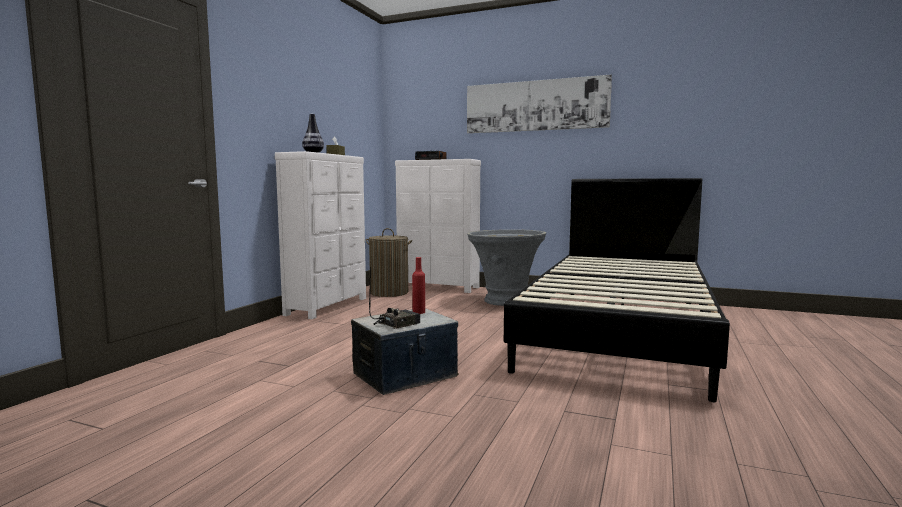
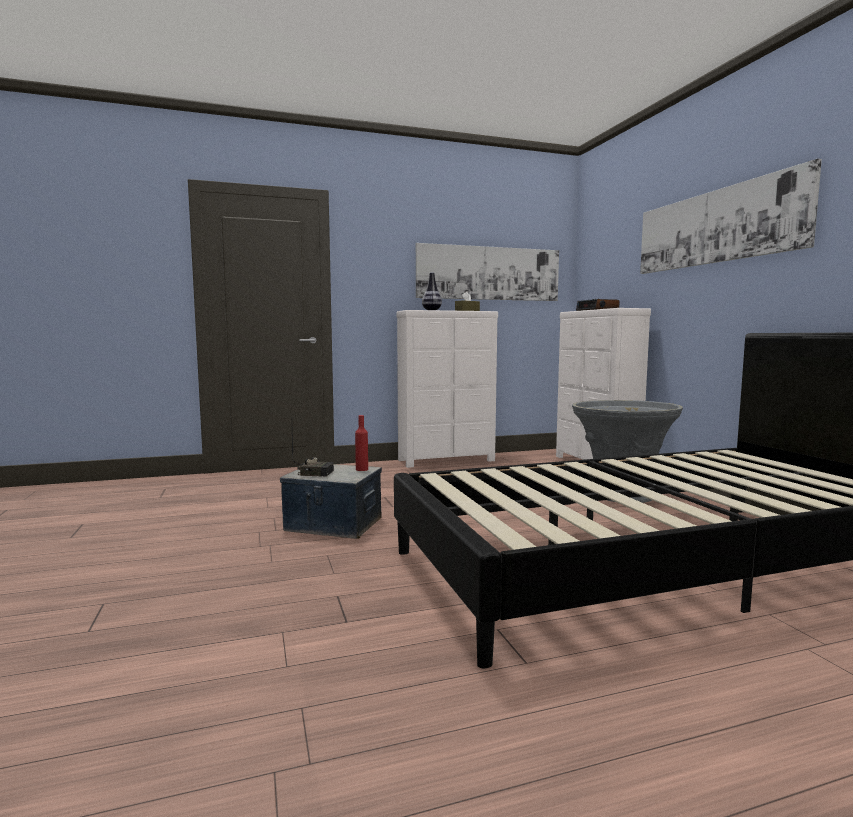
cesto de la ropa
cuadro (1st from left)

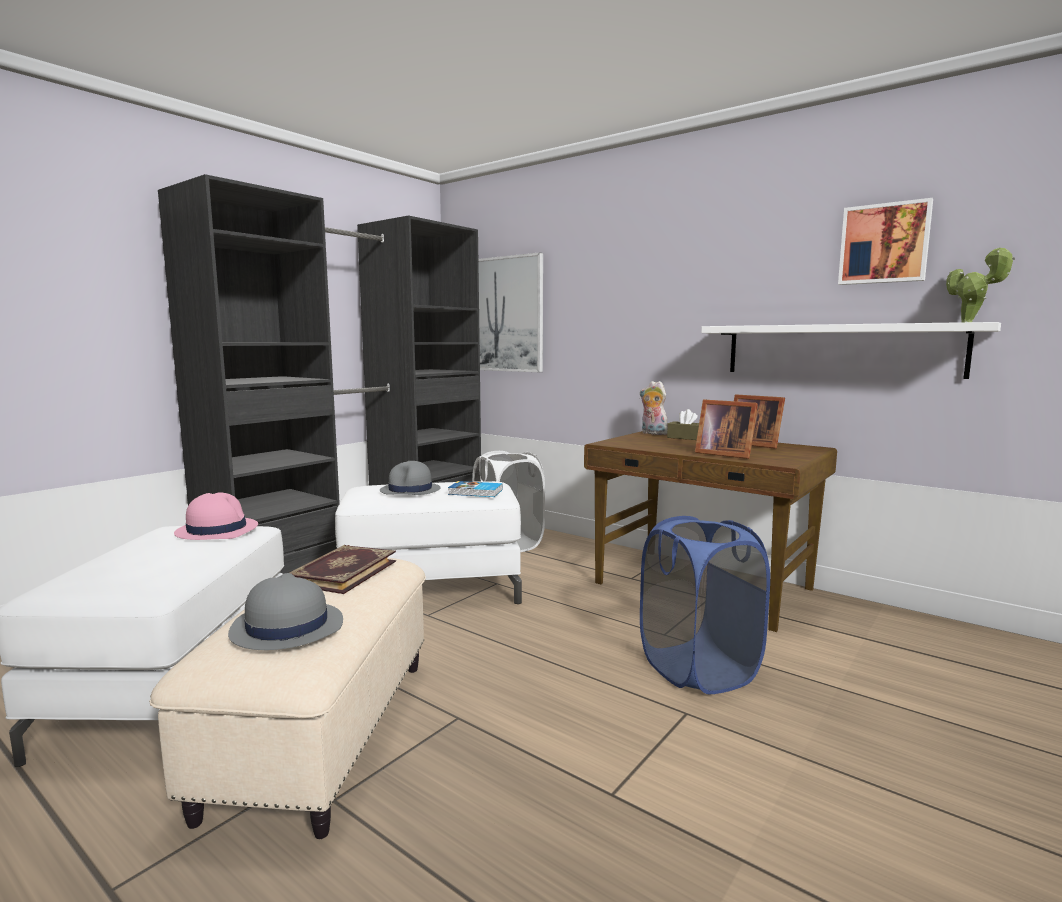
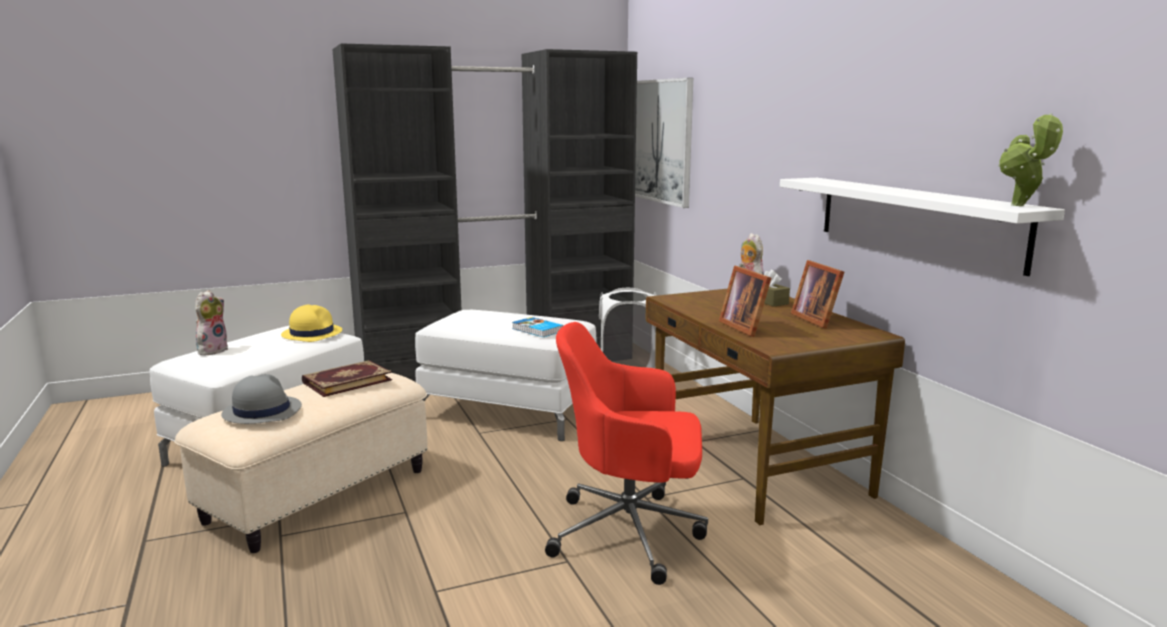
sombrero [amarillo]
sombrero [gris] (2nd from left in the first image)
silla de oficina [rojo]
cuadro (2nd from left in the first image)
peluche (1st from left)

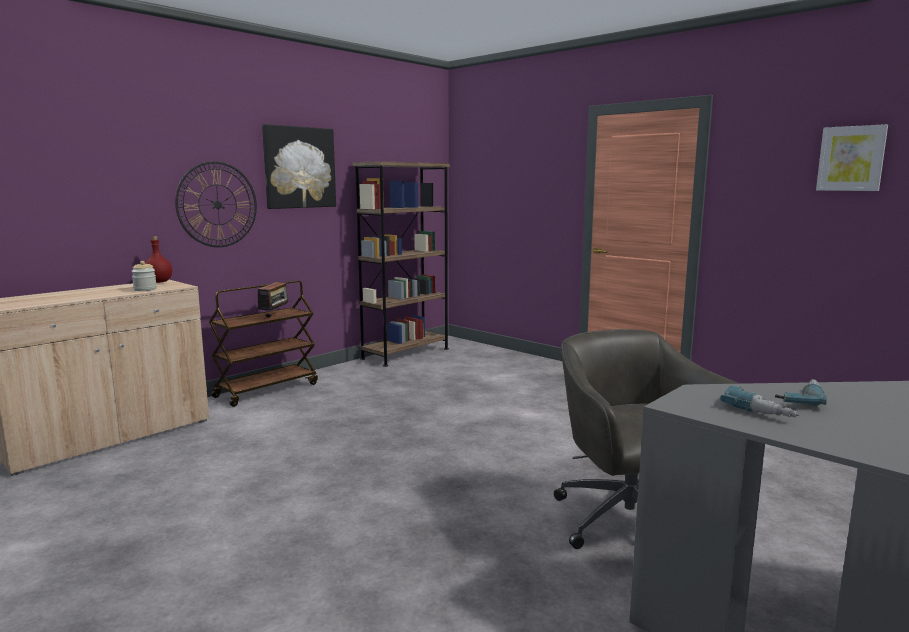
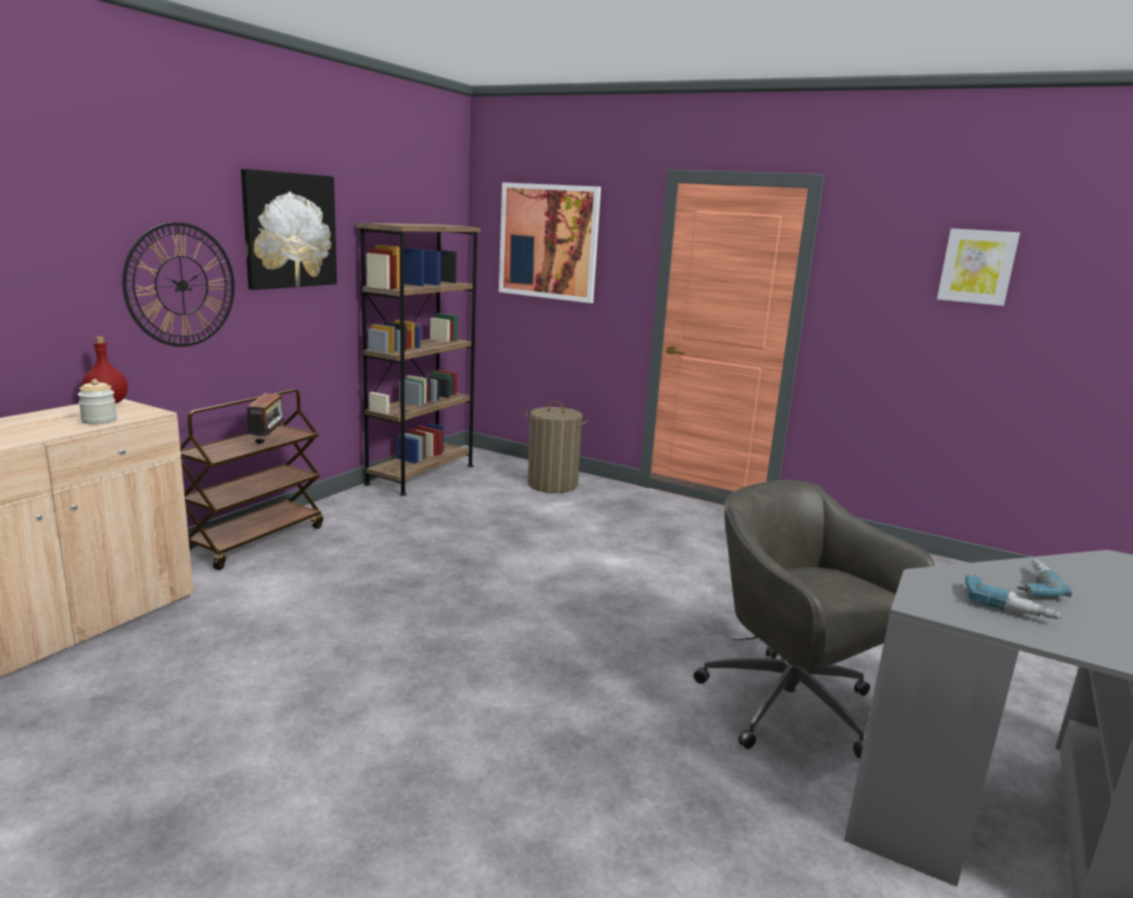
cuadro (2nd from left)
cesto de la ropa

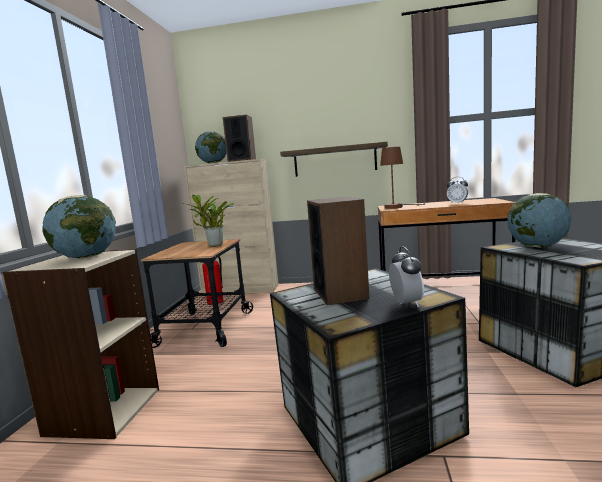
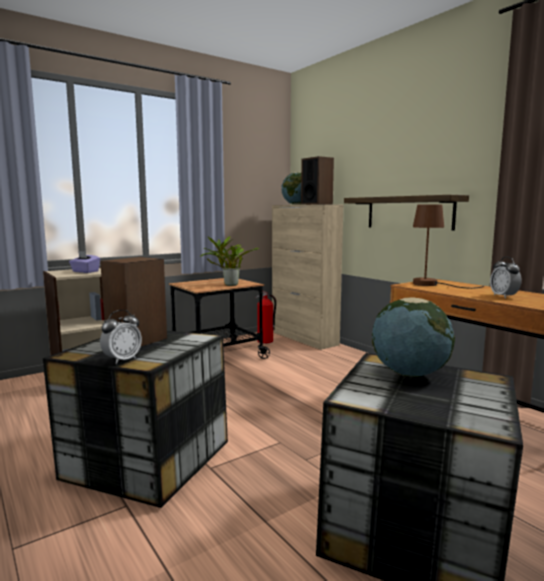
caja de pañuelos [morado]

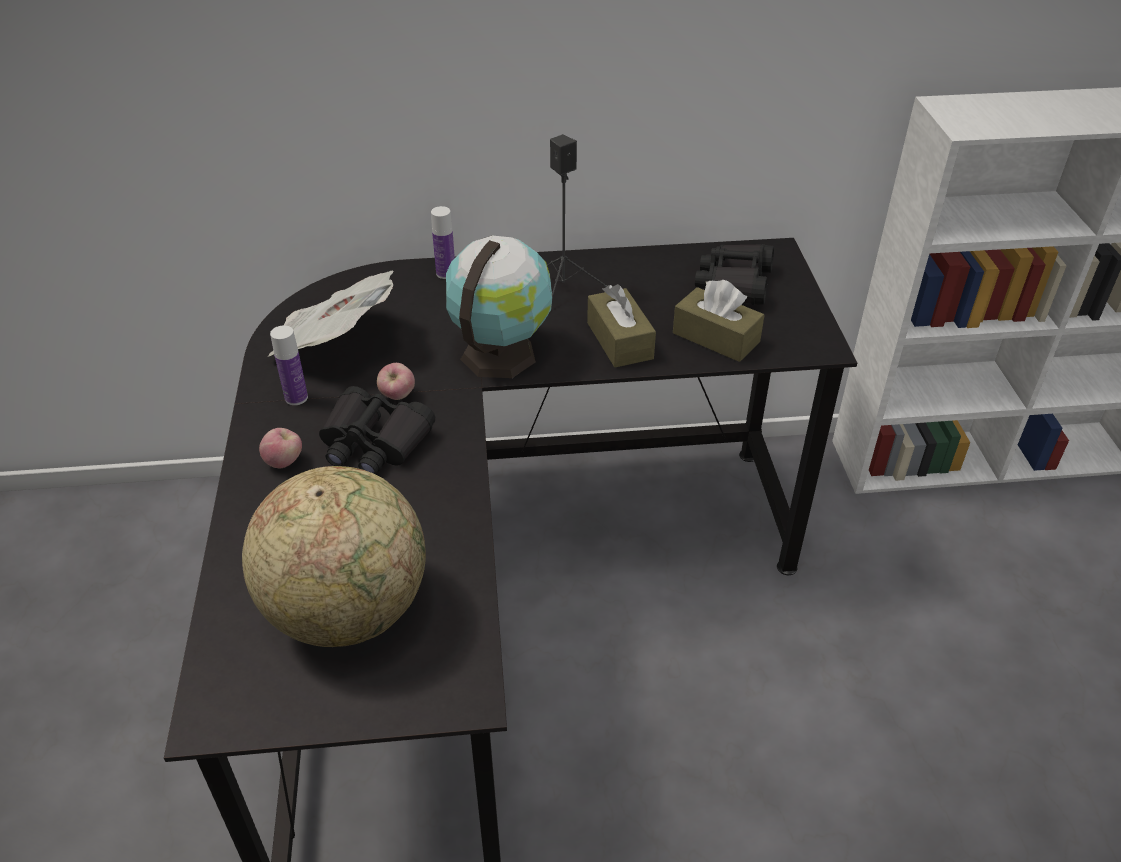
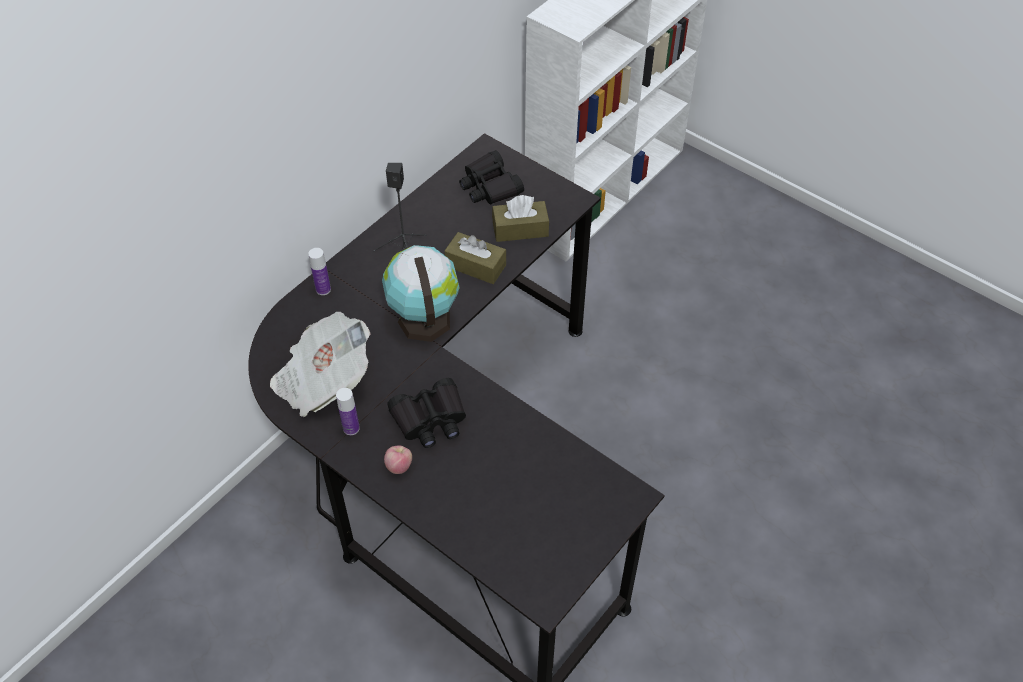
globo terráqueo (1st from left in the first image)
manzana (2nd from left in the first image)

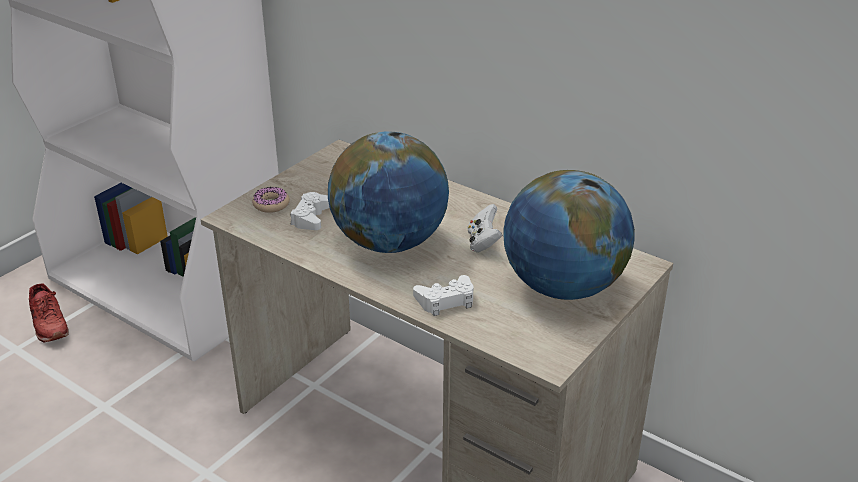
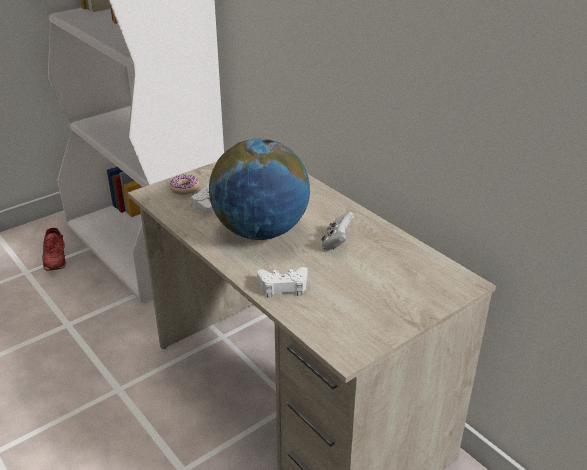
globo terráqueo (2nd from left in the first image)

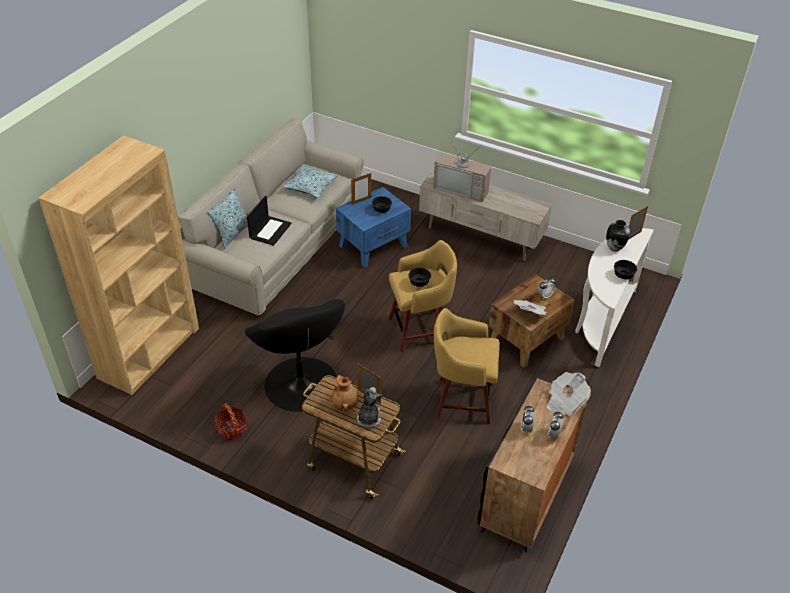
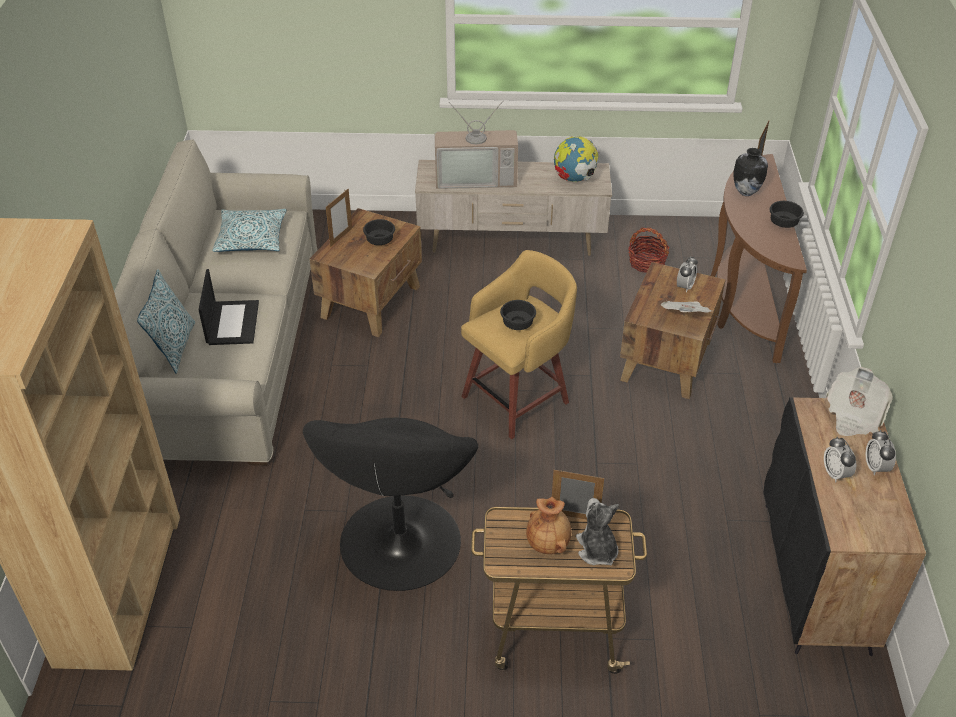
cesta
sillón [negro]
mesa auxiliar [marrón] (1st from left)
taburete [amarillo] (2nd from left in the first image)
mesa consola [marrón]
globo terráqueo

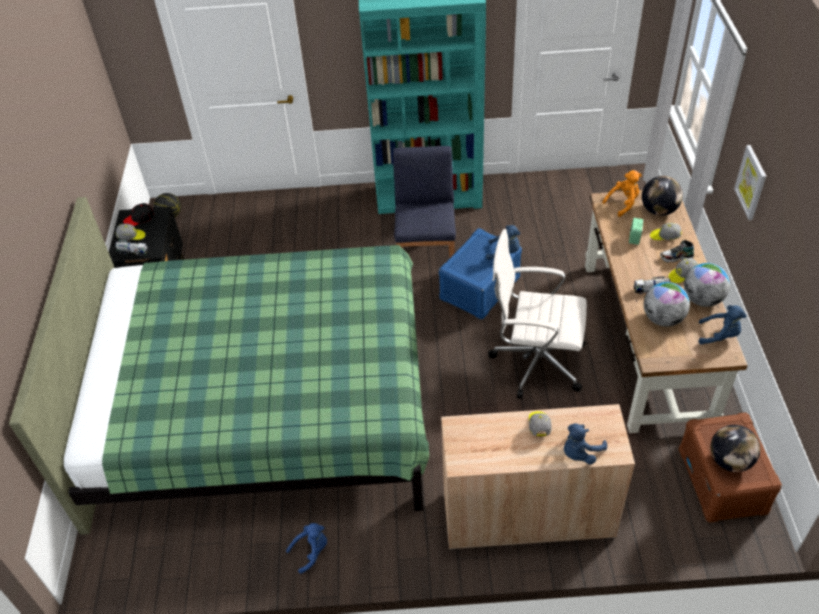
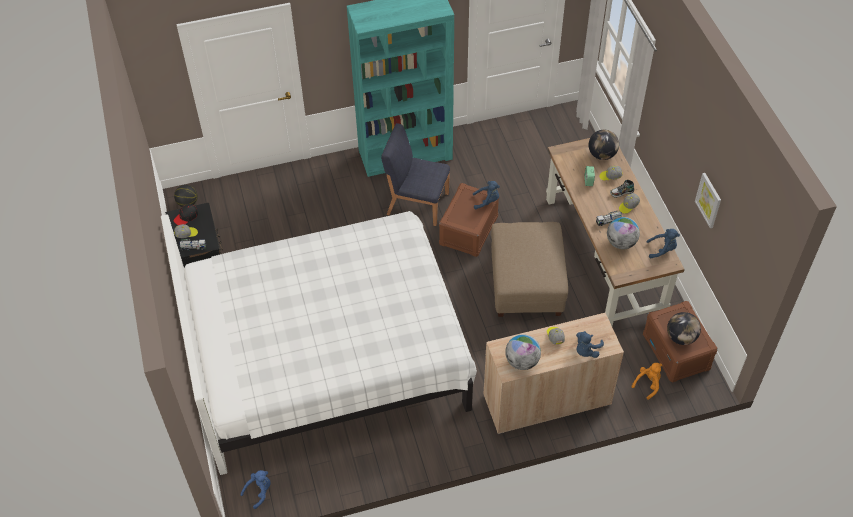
cama [blanco]
peluche [azul] (1st from left)
silla [azul]
caja de almacenaje [marrón] (1st from left)
puf [beis]
peluche [naranja]
globo terráqueo (1st from left)
cuadro

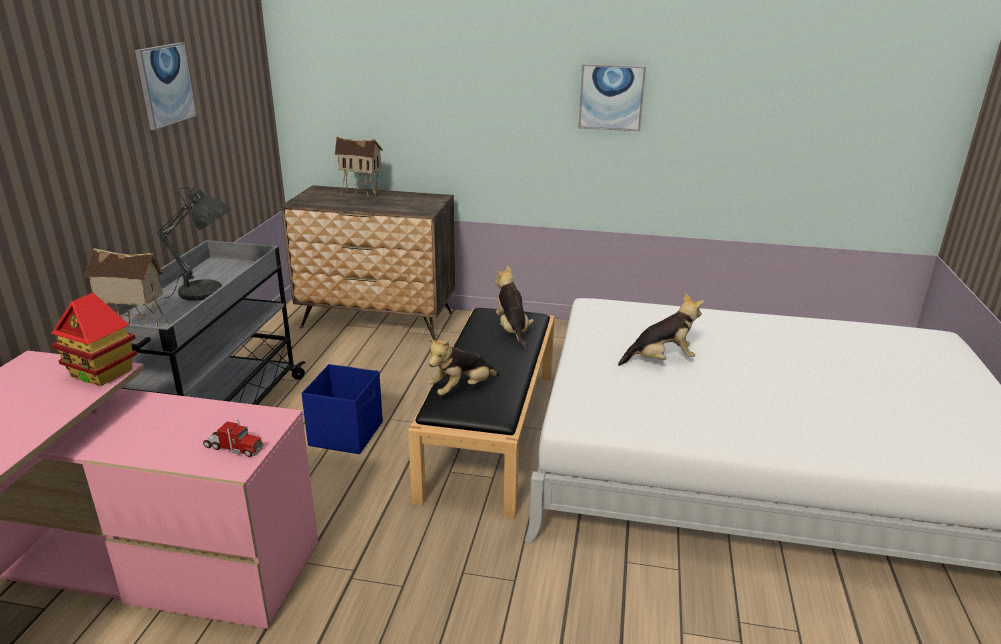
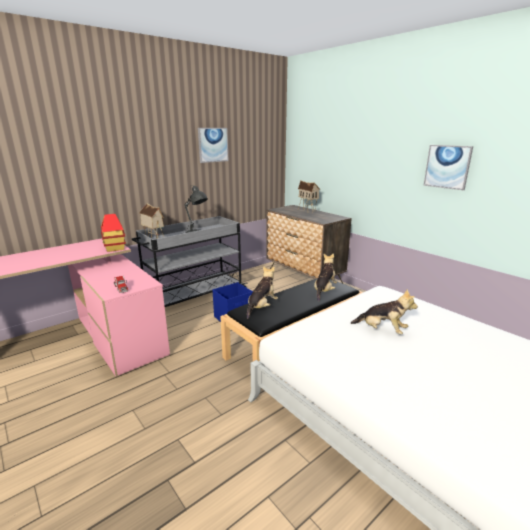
peluche (1st from left)

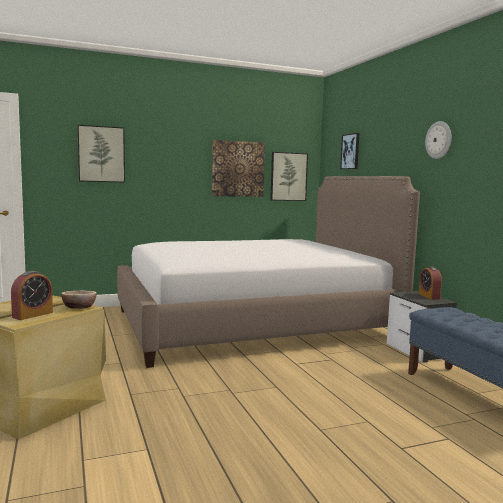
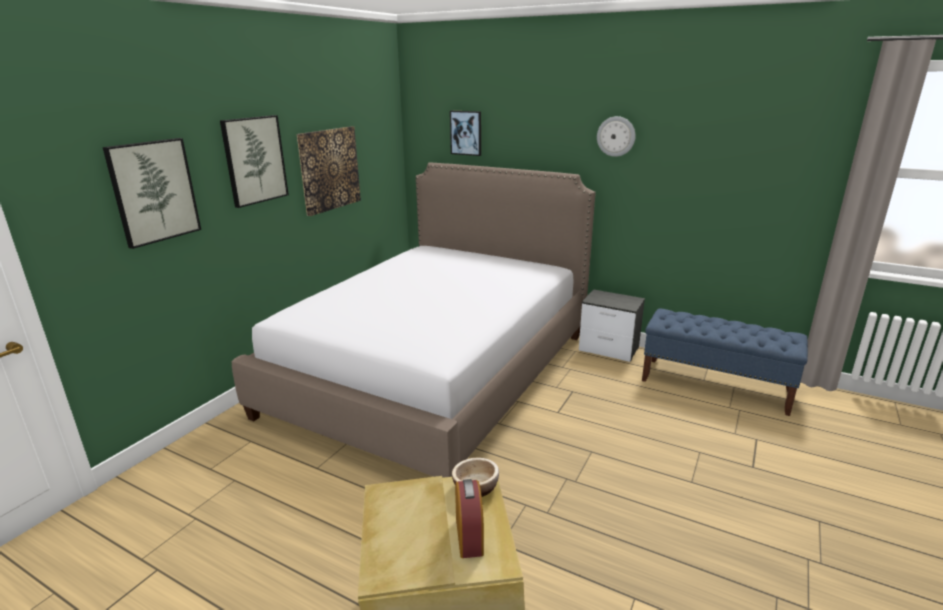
cuadro (2nd from left)
despertador (2nd from left in the first image)

